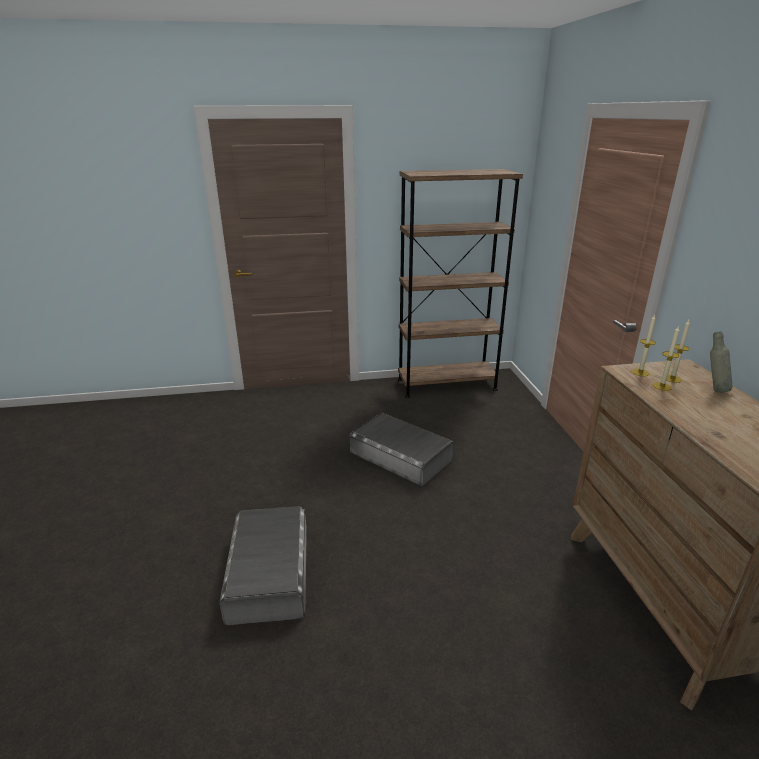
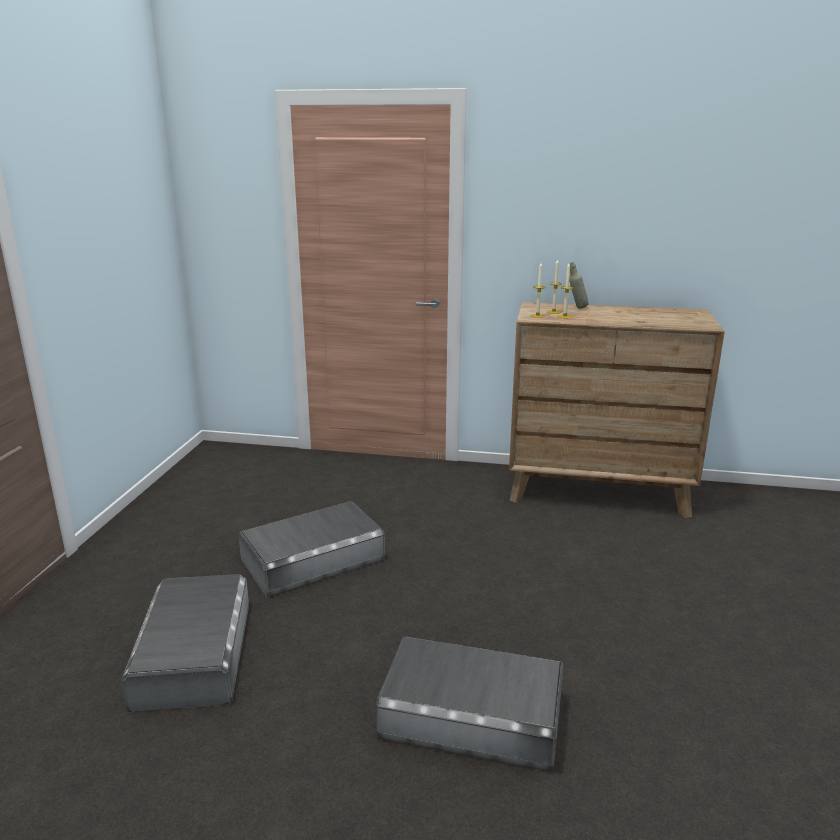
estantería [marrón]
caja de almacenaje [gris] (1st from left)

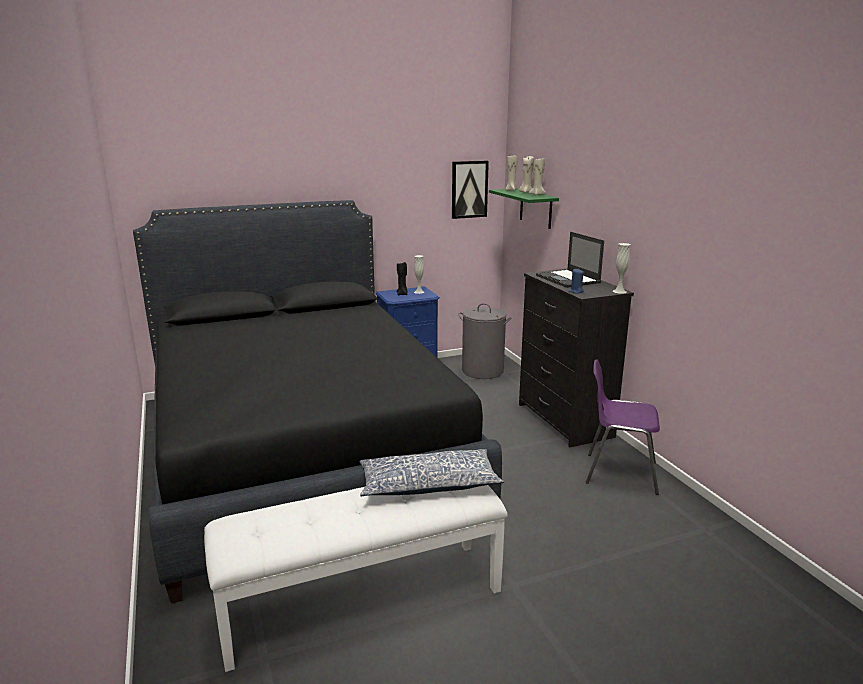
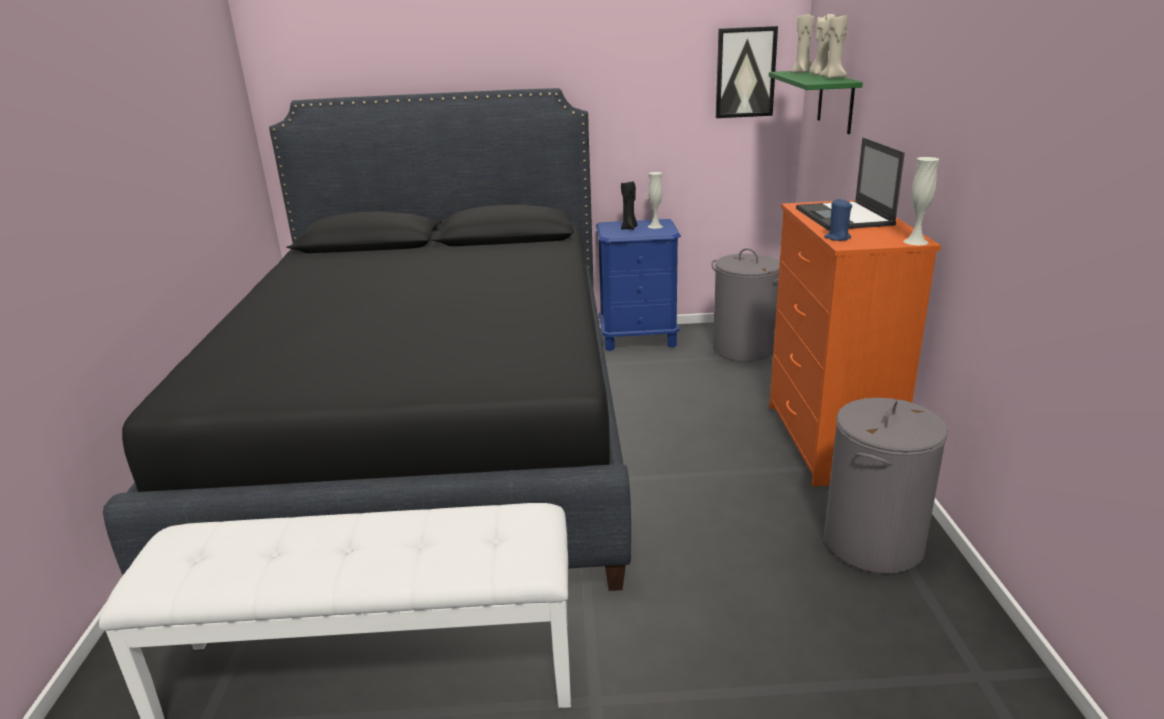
cojín
cómoda [naranja]
cesto de la ropa [gris] (2nd from left)

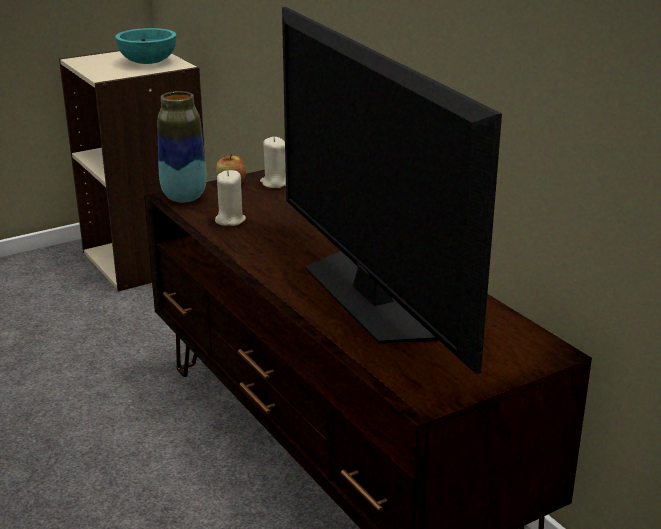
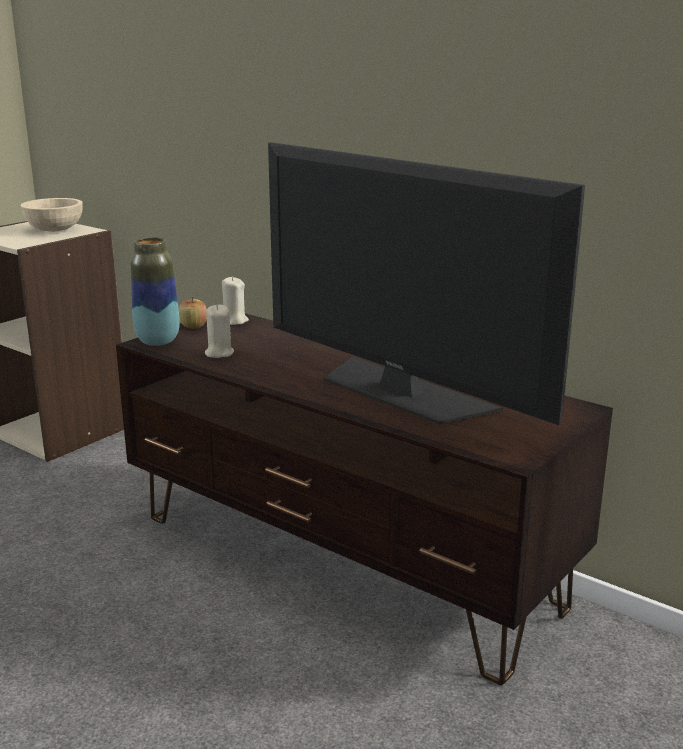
cuenco [beis]

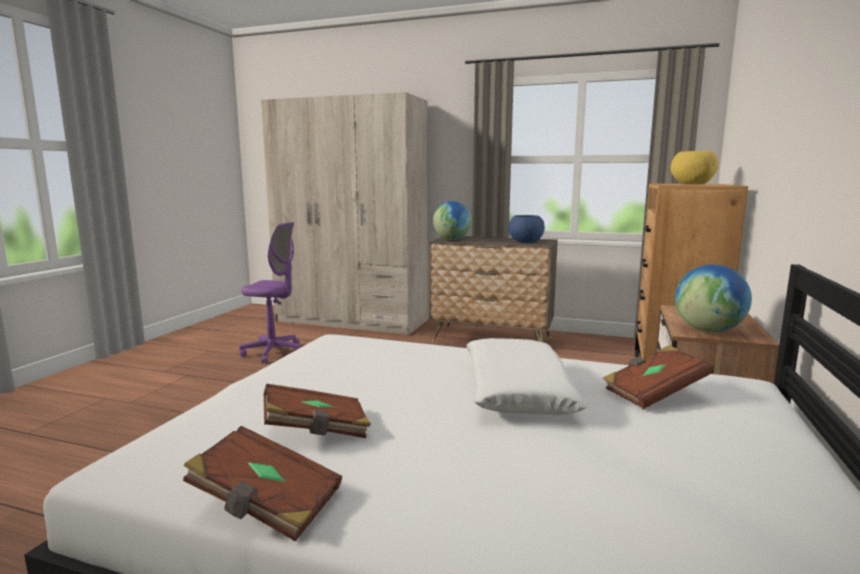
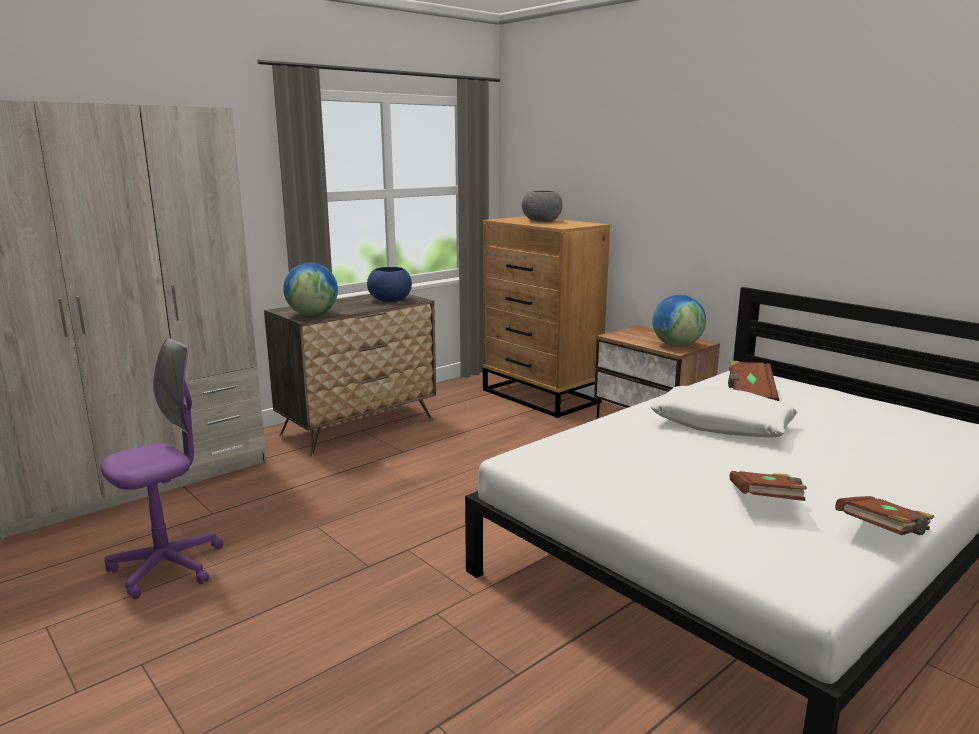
cuenco [gris]

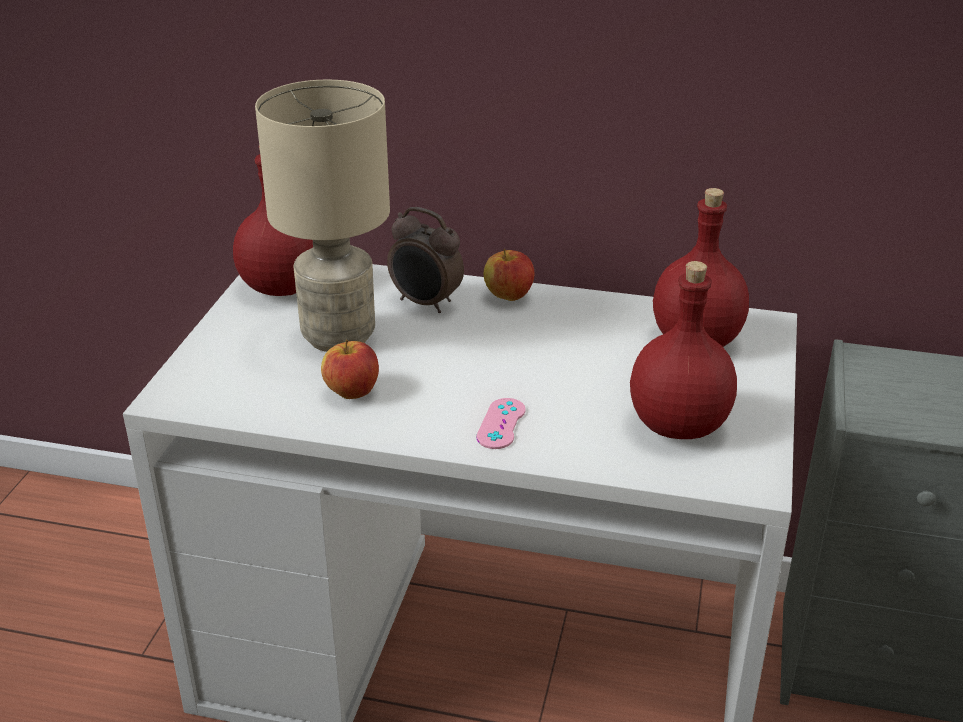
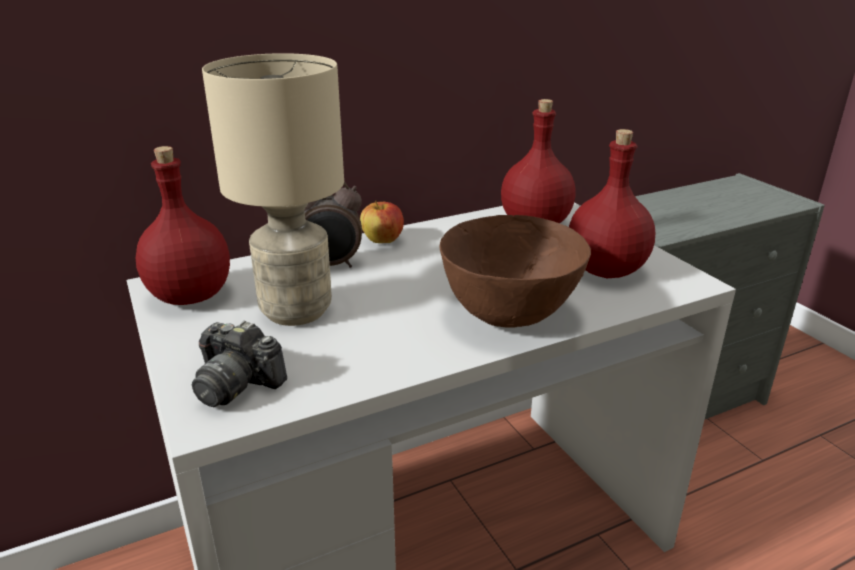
manzana (1st from left in the first image)
cuenco [marrón]
cámara

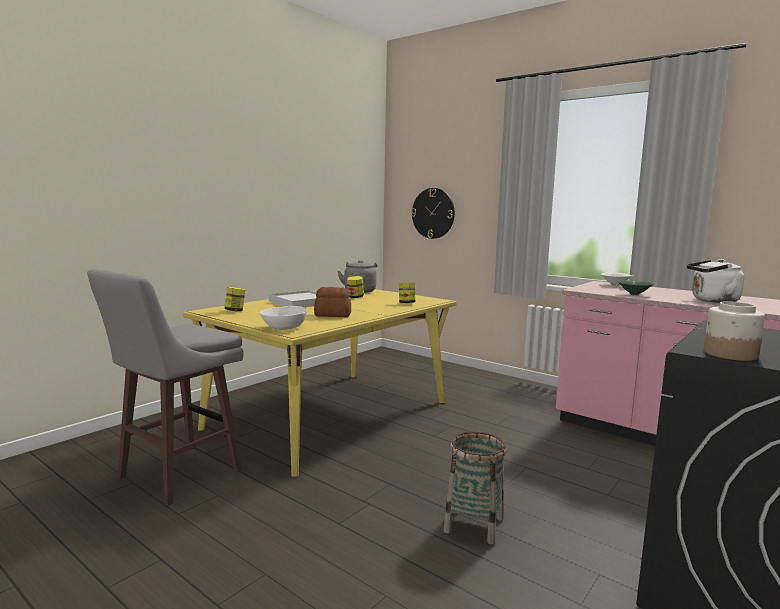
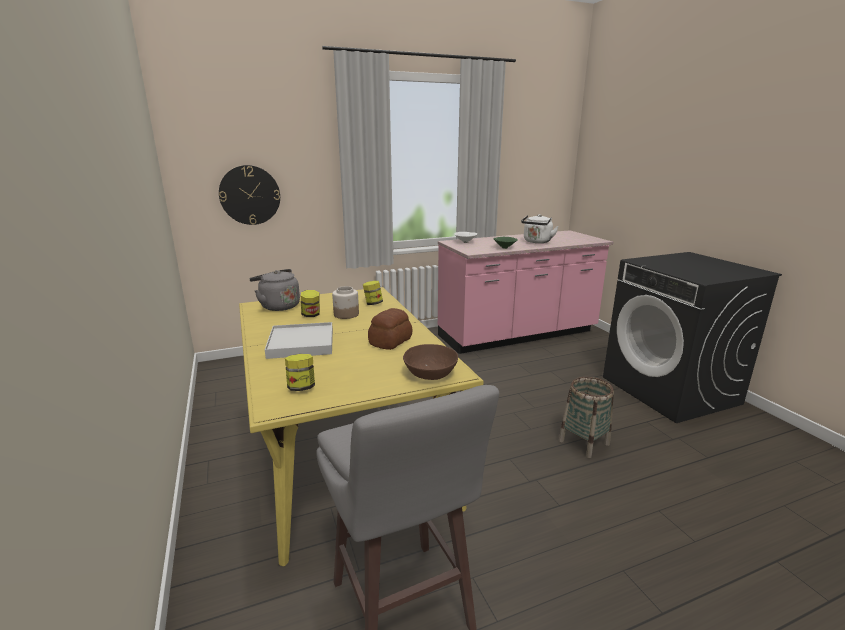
cuenco [marrón]
tarro (3rd from left)

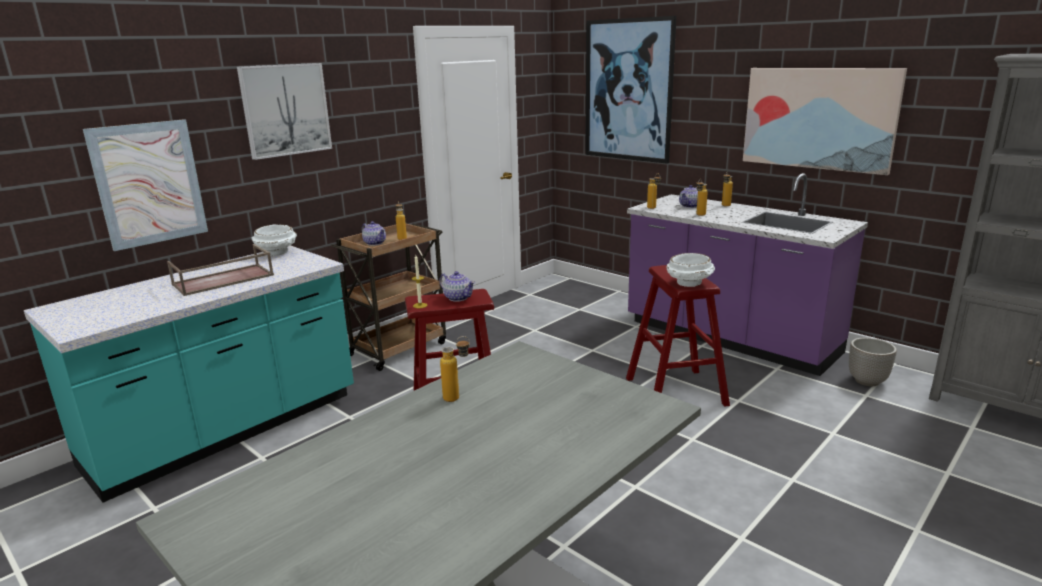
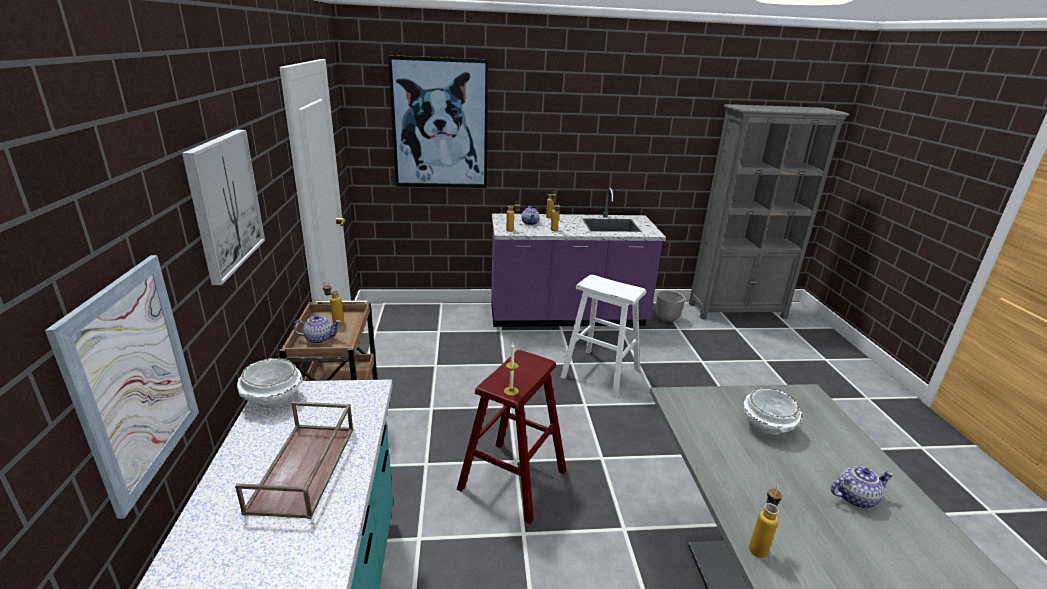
tetera (3rd from left)
botella (5th from left)
taburete [blanco]
cuenco [blanco] (2nd from left)
cuadro (4th from left in the first image)

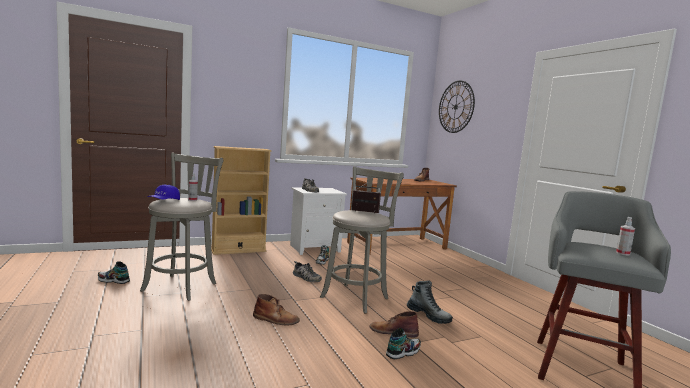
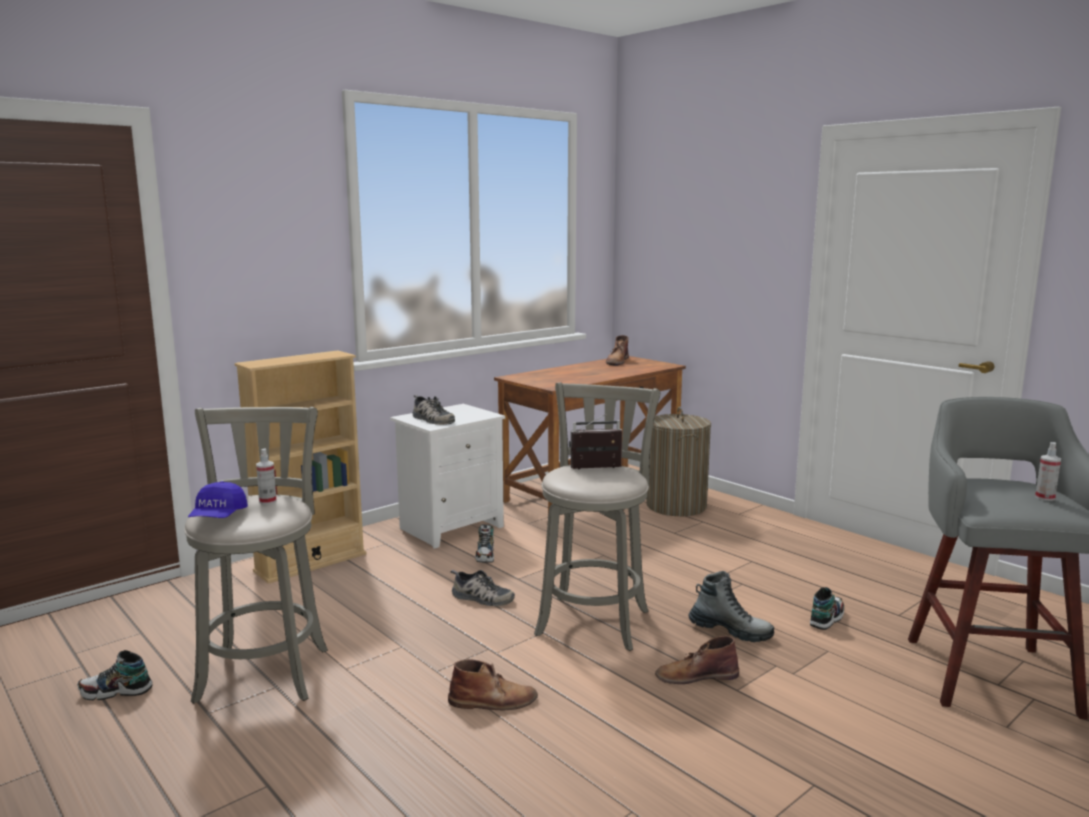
zapato (5th from left)
reloj de pared
cesto de la ropa

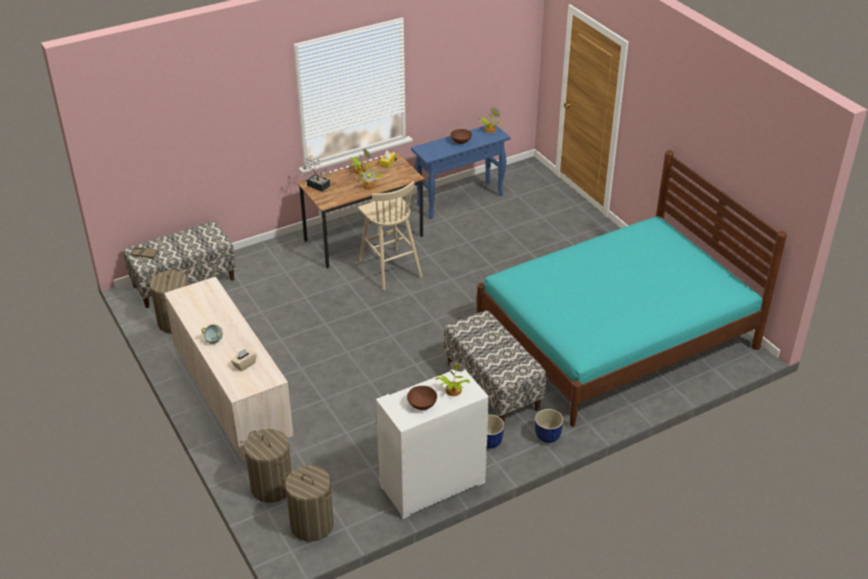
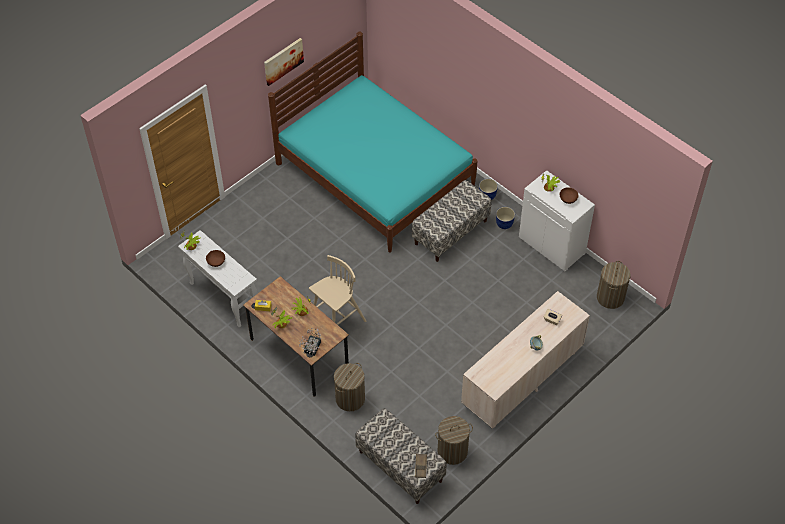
cesto de la ropa (1st from left)
mesa consola [blanco]
cuadro

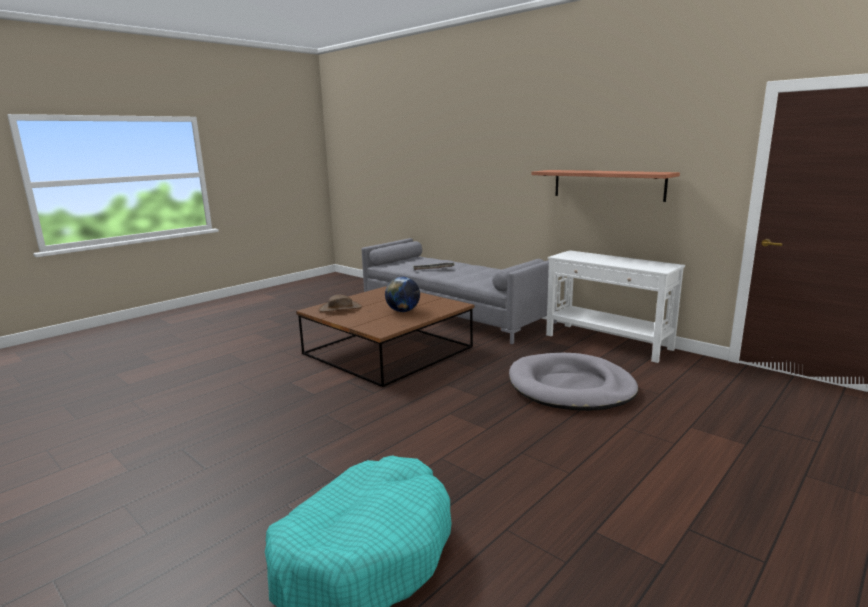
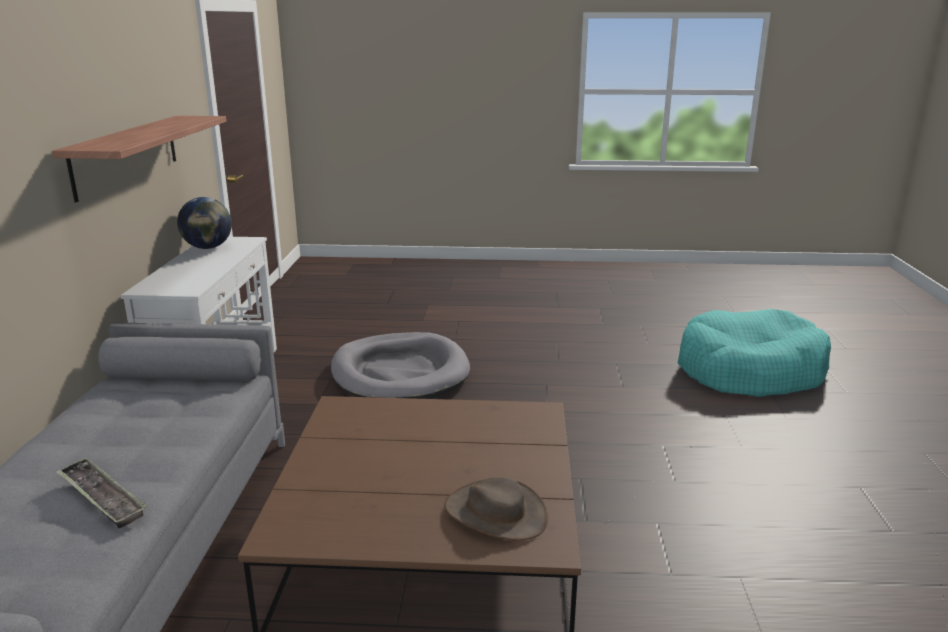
globo terráqueo

